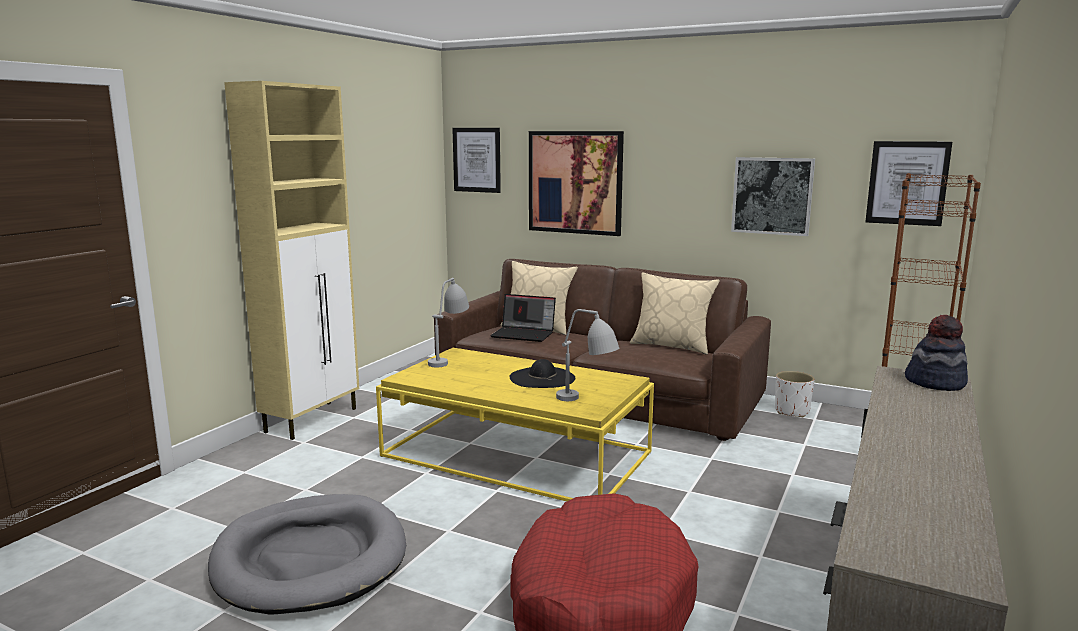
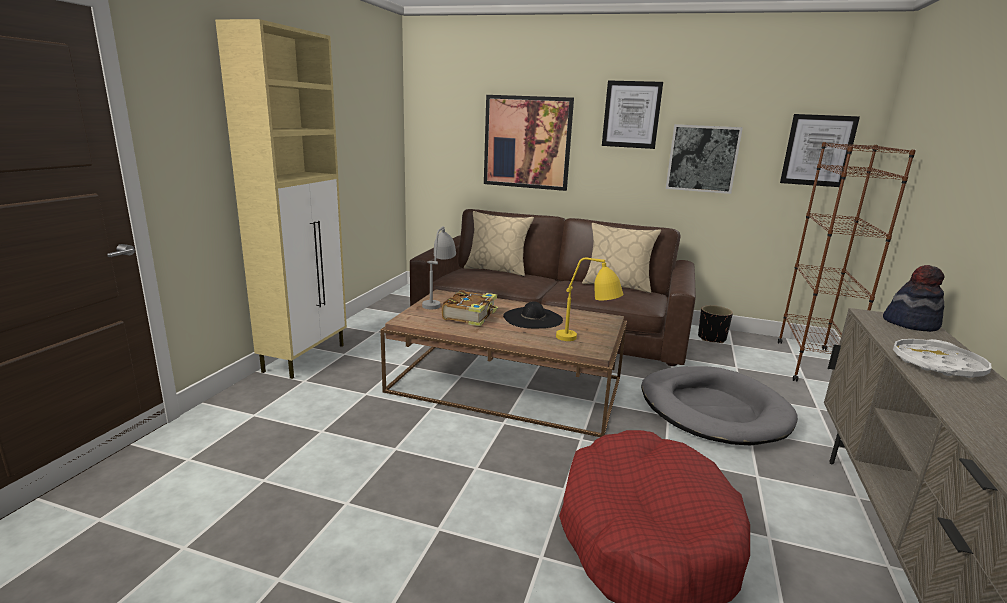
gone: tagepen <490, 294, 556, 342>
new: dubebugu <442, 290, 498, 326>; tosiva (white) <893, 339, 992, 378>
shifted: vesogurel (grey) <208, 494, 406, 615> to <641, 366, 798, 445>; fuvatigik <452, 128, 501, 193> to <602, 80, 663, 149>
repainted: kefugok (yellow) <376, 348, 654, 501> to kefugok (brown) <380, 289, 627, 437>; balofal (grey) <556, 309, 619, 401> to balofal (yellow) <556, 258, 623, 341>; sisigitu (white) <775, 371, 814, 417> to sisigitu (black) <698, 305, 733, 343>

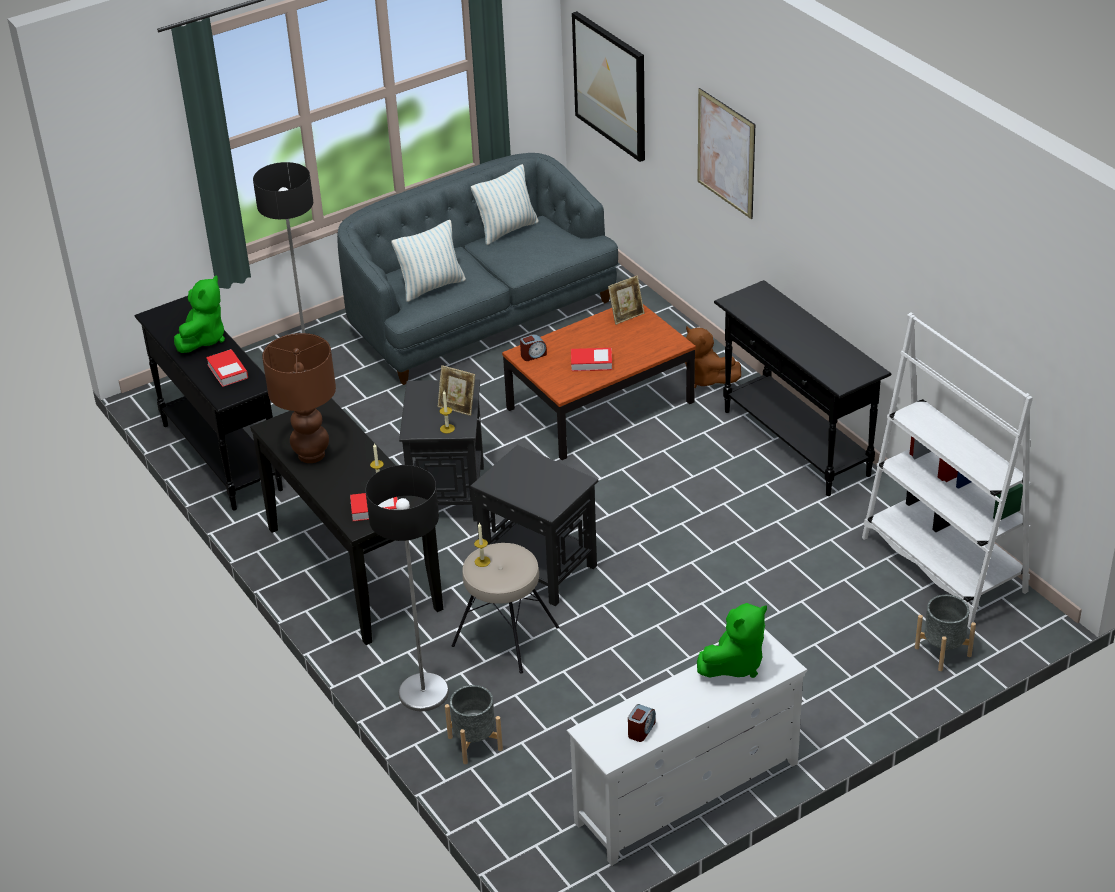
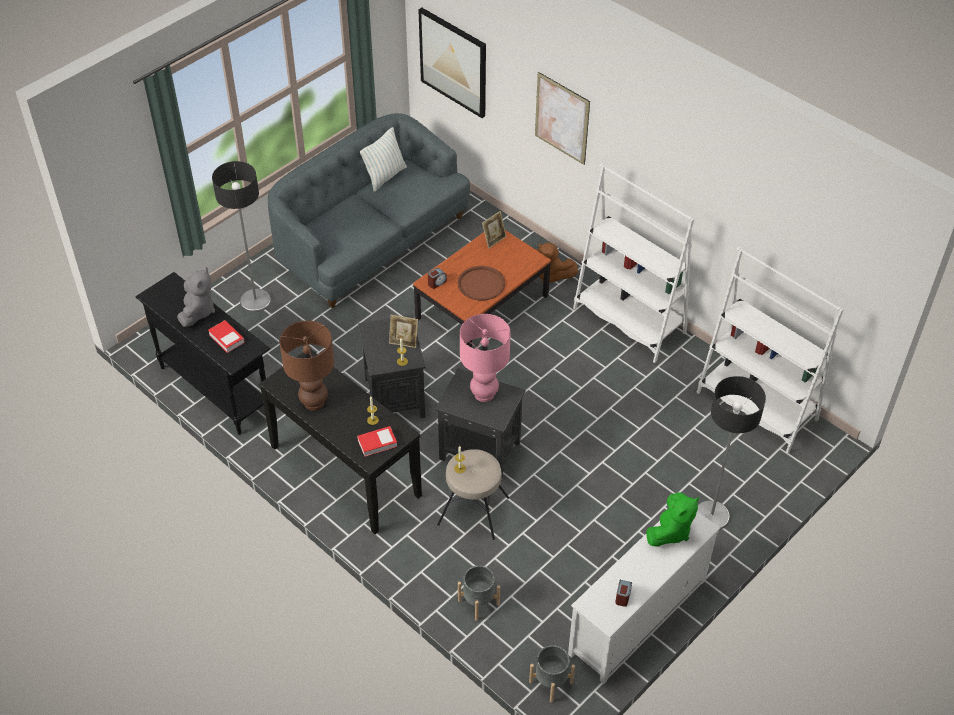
gone: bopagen <391, 220, 466, 302>
new: balofal (pink) <460, 314, 511, 402>
shifted: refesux <365, 465, 449, 711> to <697, 376, 766, 530>; sisigitu (grey) <915, 595, 976, 671> to <529, 645, 575, 703>
swapped: dubebugu <571, 348, 612, 371> to tosiva (brown) <457, 266, 505, 301>; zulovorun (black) <714, 280, 891, 496> to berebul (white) <573, 164, 695, 363>
repainted: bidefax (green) <174, 276, 225, 353> to bidefax (grey) <177, 267, 215, 327>

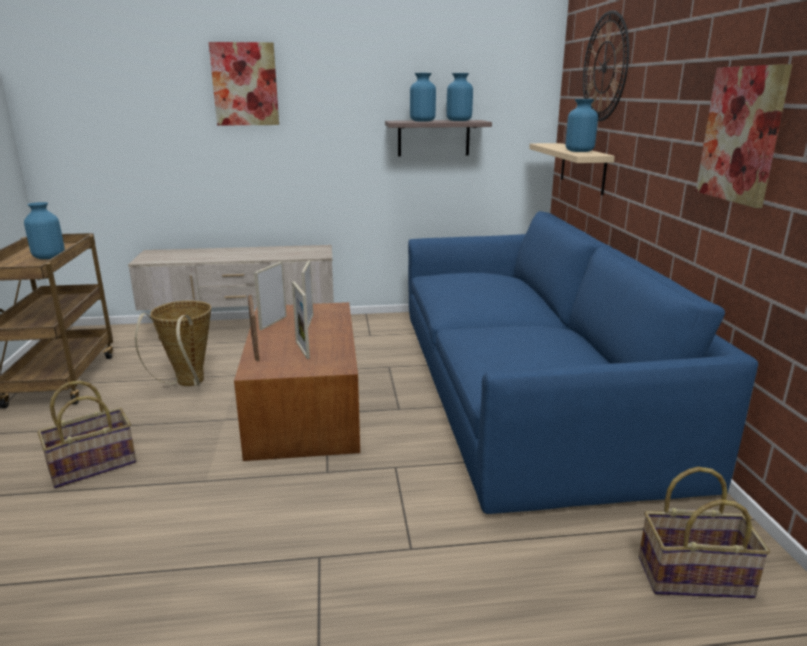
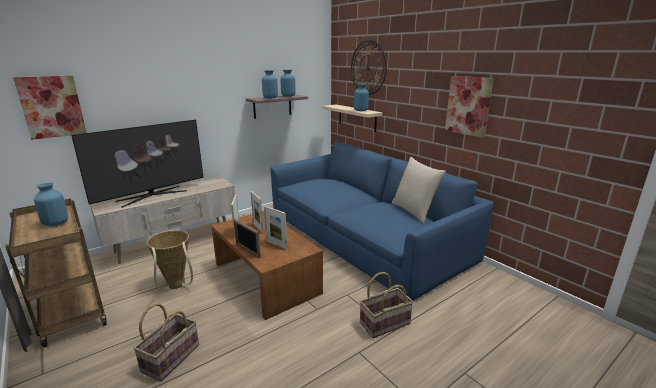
new: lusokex <71, 120, 203, 208>; bopagen (beige) <392, 157, 446, 223>
shifted: fuvatigik <209, 42, 279, 125> to <13, 75, 87, 140>; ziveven <639, 467, 770, 598> to <360, 272, 413, 338>

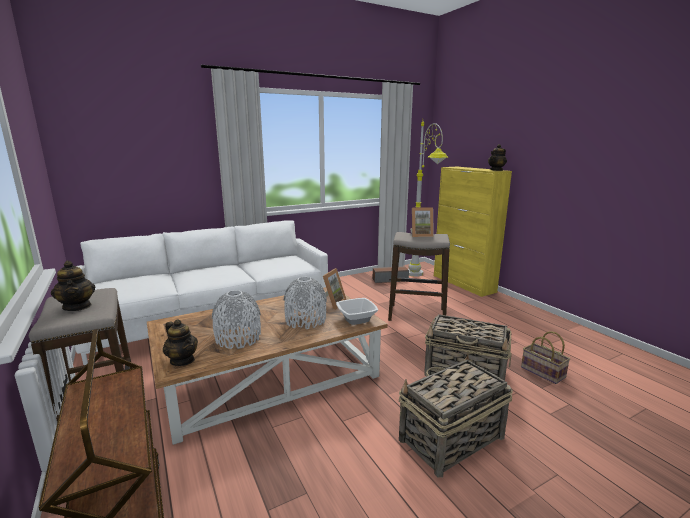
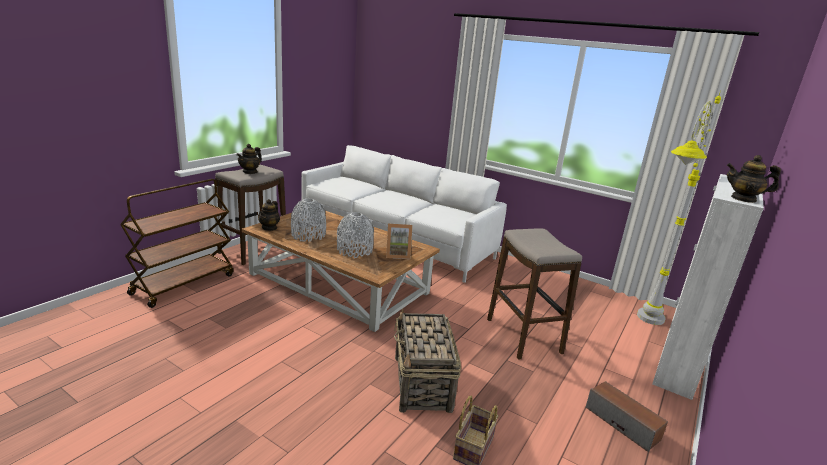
gone: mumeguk <336, 298, 378, 325>; ziveven <399, 354, 513, 478>; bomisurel <410, 207, 434, 237>
shifted: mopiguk <373, 266, 409, 283> to <586, 381, 668, 452>
repainted: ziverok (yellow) <434, 167, 512, 297> to ziverok (white) <652, 174, 764, 400>

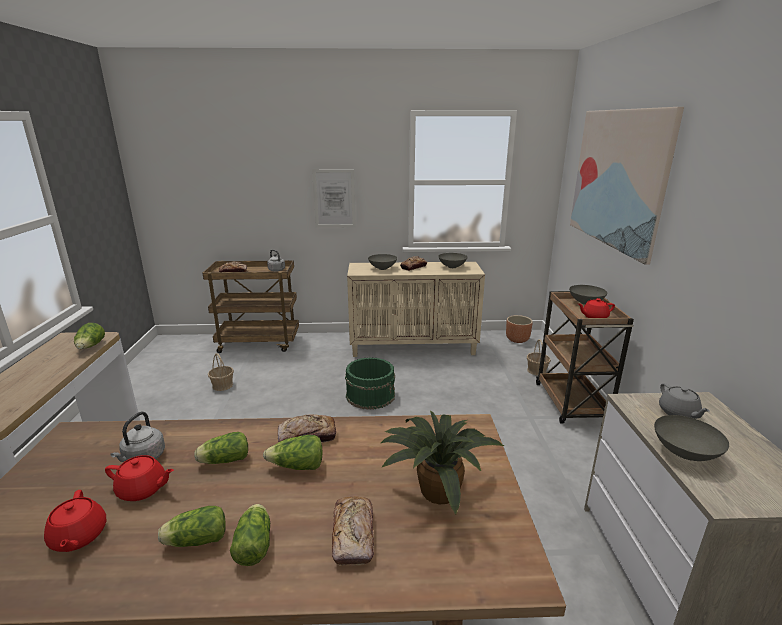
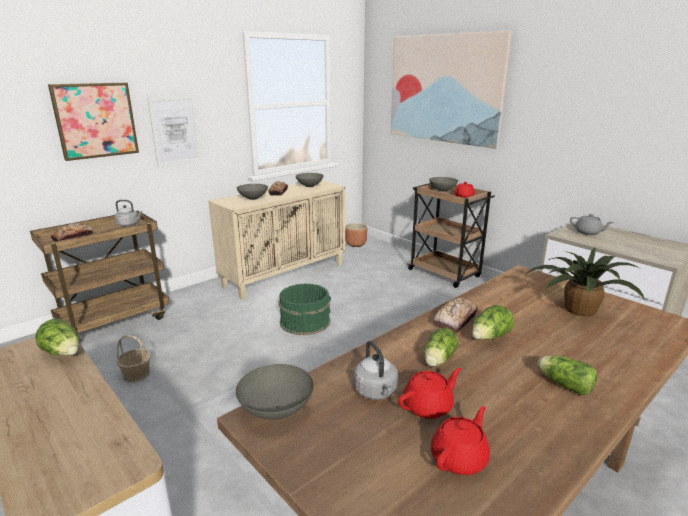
gone: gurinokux <158, 506, 226, 547>; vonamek <332, 497, 374, 566>; ziveven <527, 339, 551, 376>
new: fuvatigik <48, 83, 139, 161>
shifted: mumeguk (grey) <654, 415, 729, 461> to <236, 364, 314, 420>
rotated: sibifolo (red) <44, 490, 106, 552> = <431, 406, 490, 475> 75 degrees counterclockwise

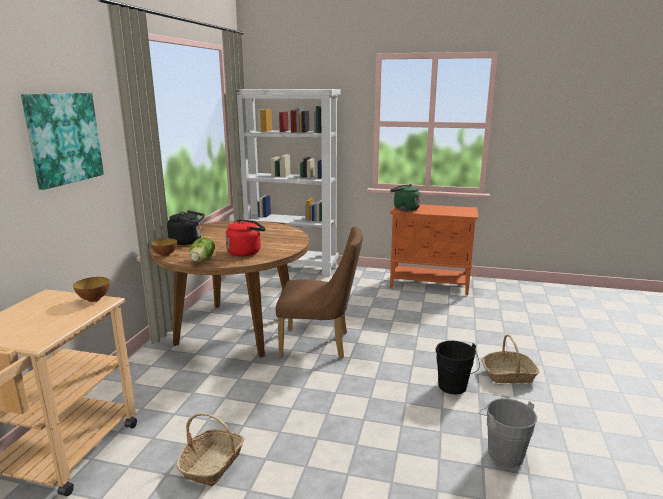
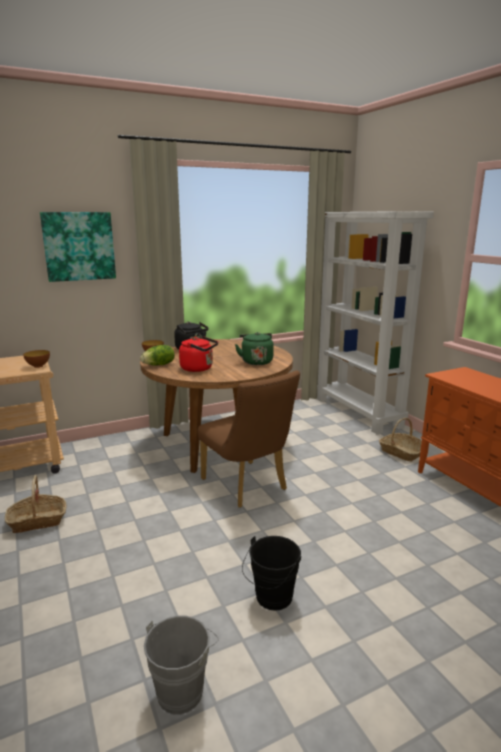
shifted: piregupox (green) <390, 184, 420, 211> to <235, 332, 274, 365>; ziveven <481, 334, 539, 383> to <379, 418, 422, 462>

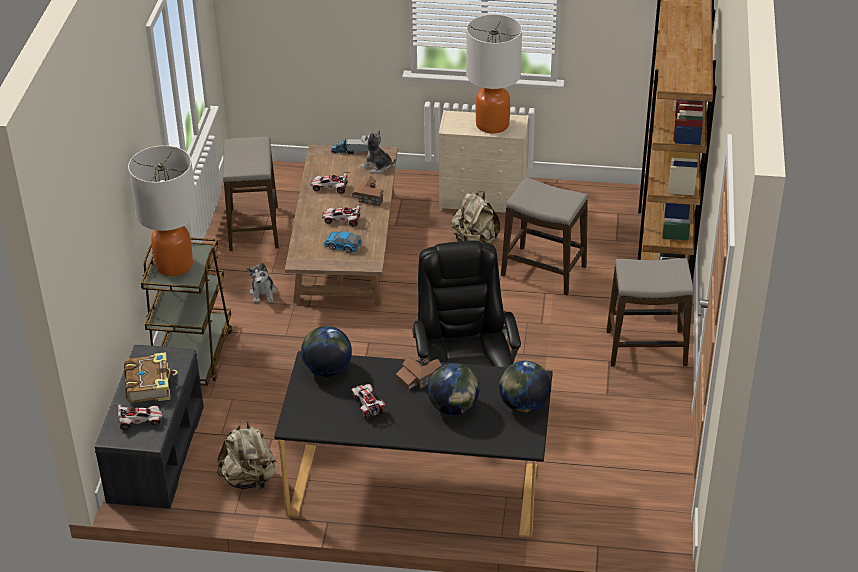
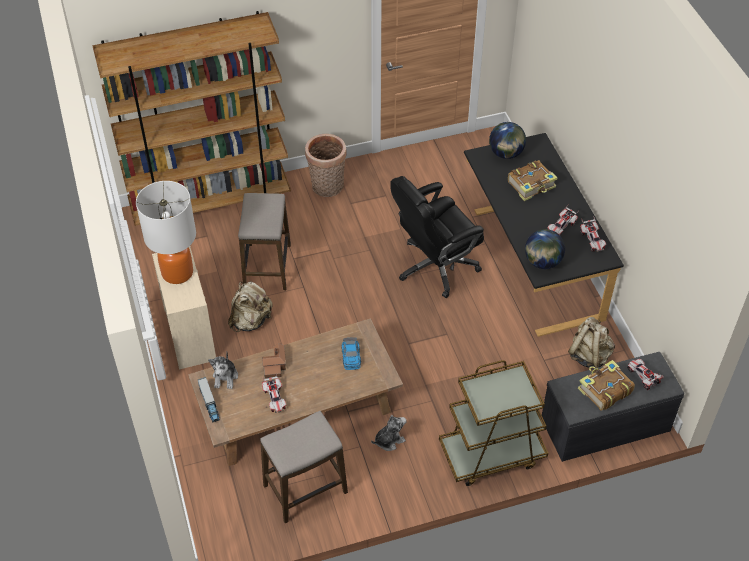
gone: balofal <128, 145, 198, 276>; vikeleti <396, 357, 442, 390>
shifted: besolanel <322, 204, 363, 227> to <580, 218, 606, 252>
swapped: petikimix <427, 363, 479, 415> to dubebugu <508, 160, 557, 201>; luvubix <606, 258, 693, 367> to ziveven <305, 134, 347, 197>

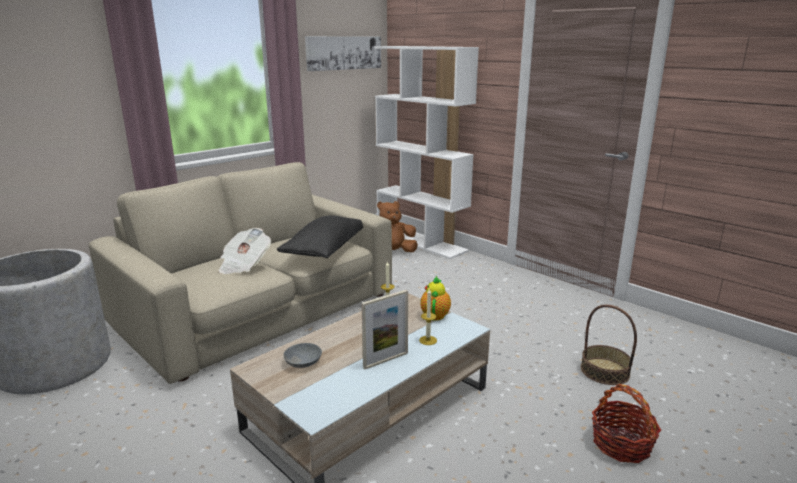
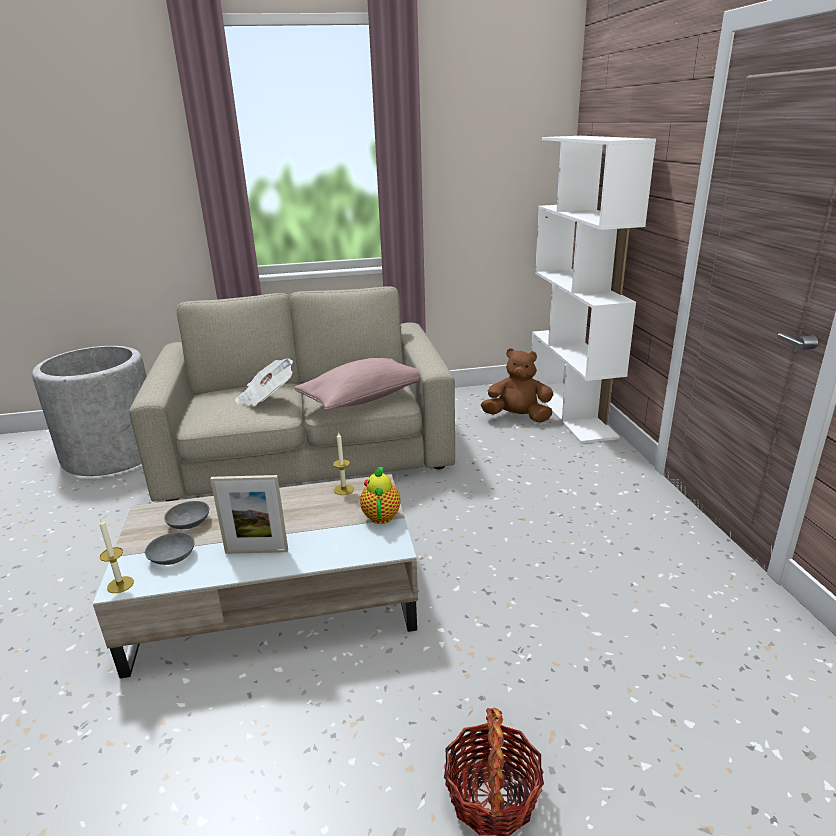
gone: fuvatigik <305, 36, 381, 71>; ziveven <581, 305, 637, 385>
new: mumeguk (grey) <145, 532, 195, 565>
shifted: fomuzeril <419, 289, 437, 345> to <99, 517, 134, 593>
repainted: bopagen (black) <277, 215, 363, 258> to bopagen (pink) <294, 358, 420, 410>
rotated: sibifolo <420, 276, 451, 321> = <360, 466, 401, 524> 45 degrees counterclockwise

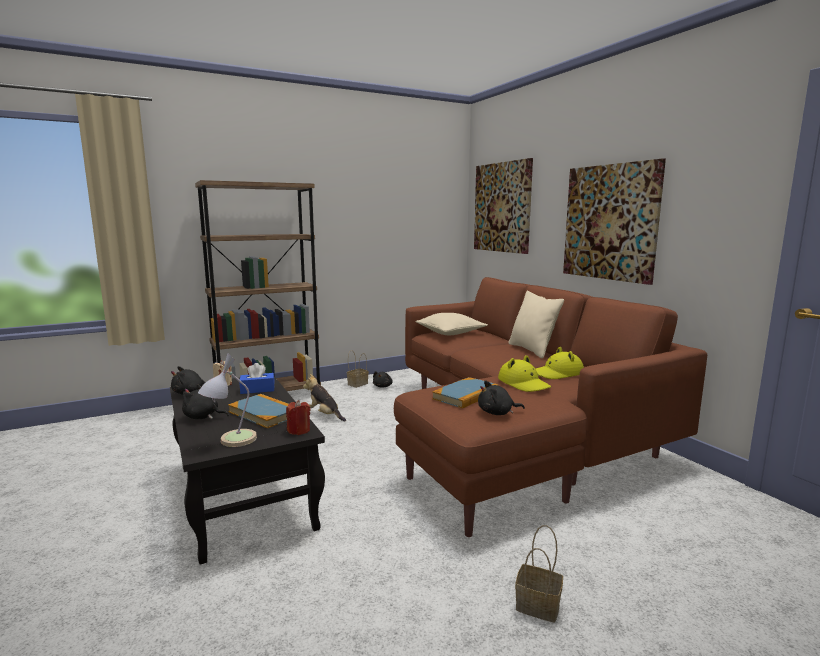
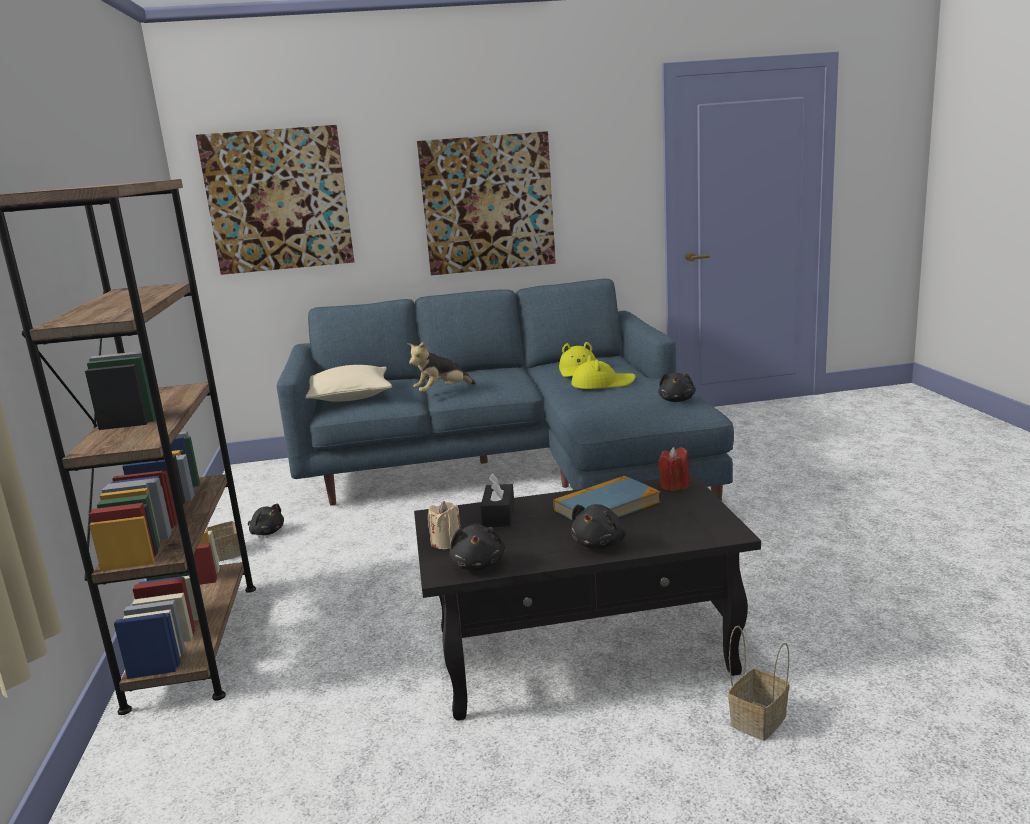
gone: balofal <198, 353, 257, 447>; dubebugu <432, 377, 499, 409>; bopagen (beige) <508, 291, 564, 358>
shifted: bidefax <303, 374, 346, 422> to <407, 342, 476, 392>; ziveven <515, 525, 563, 622> to <728, 626, 789, 741>
repainted: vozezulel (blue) <239, 363, 275, 394> to vozezulel (black) <480, 474, 514, 527>; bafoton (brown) <394, 277, 707, 537> to bafoton (blue) <276, 279, 734, 505>

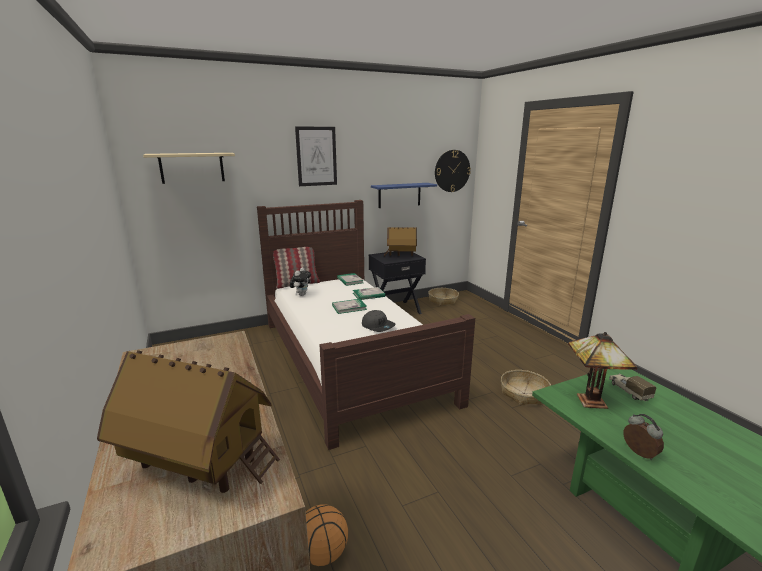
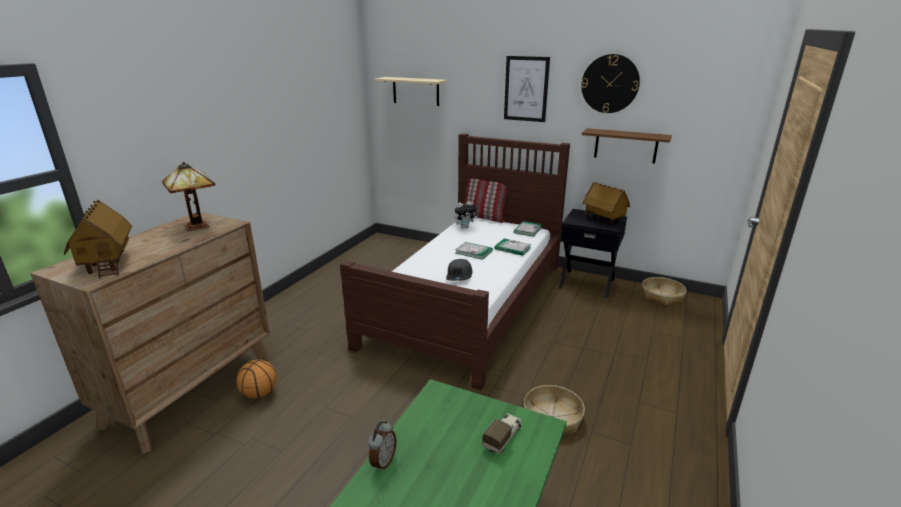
shifted: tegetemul <435, 150, 471, 192> to <581, 54, 640, 113>; balofal <568, 332, 638, 409> to <162, 162, 215, 231>
repainted: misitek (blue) <371, 183, 437, 208> to misitek (brown) <582, 128, 672, 163>

